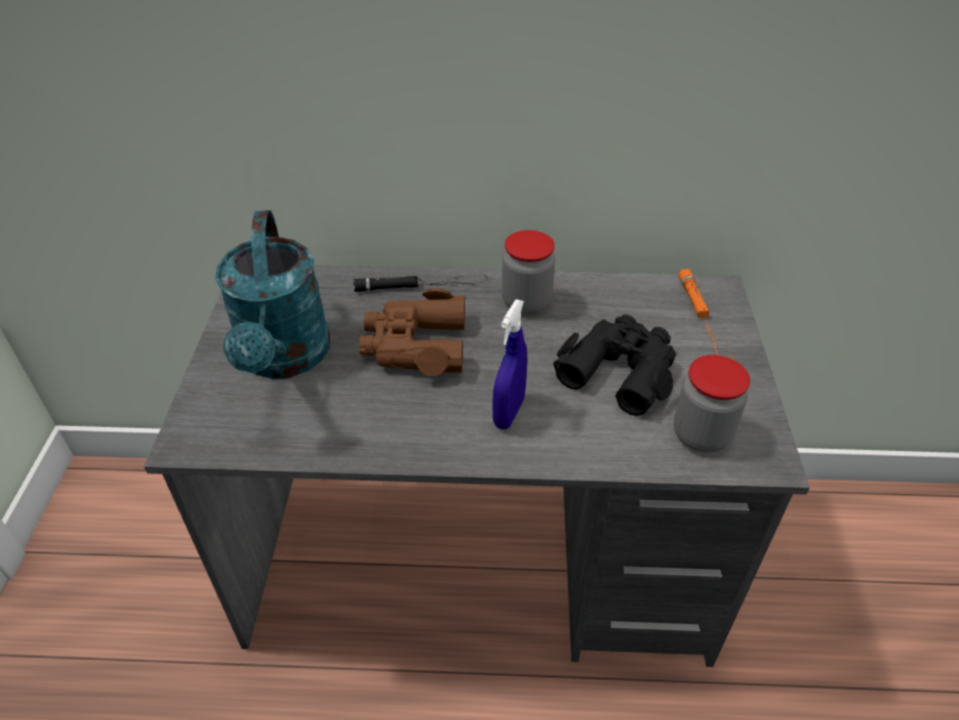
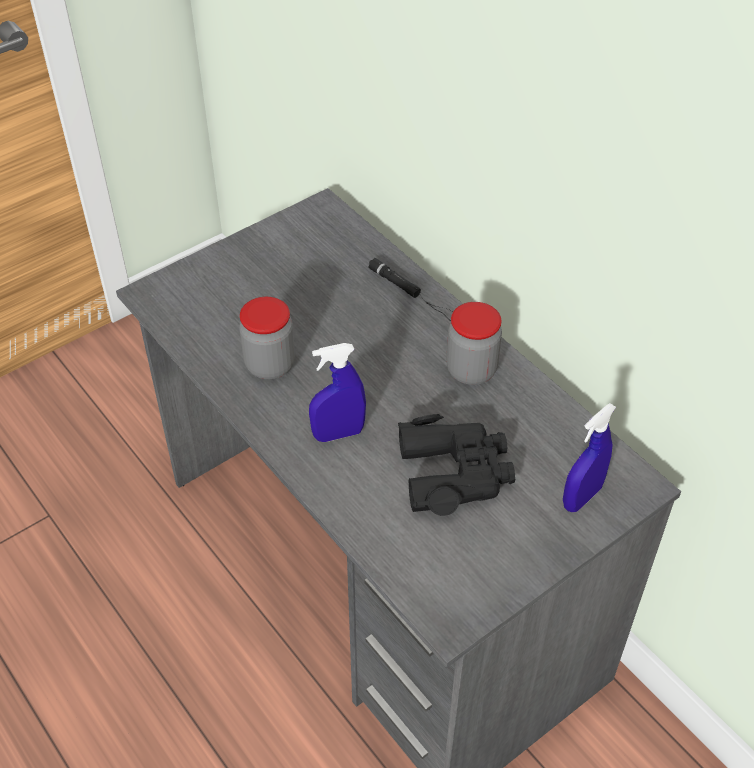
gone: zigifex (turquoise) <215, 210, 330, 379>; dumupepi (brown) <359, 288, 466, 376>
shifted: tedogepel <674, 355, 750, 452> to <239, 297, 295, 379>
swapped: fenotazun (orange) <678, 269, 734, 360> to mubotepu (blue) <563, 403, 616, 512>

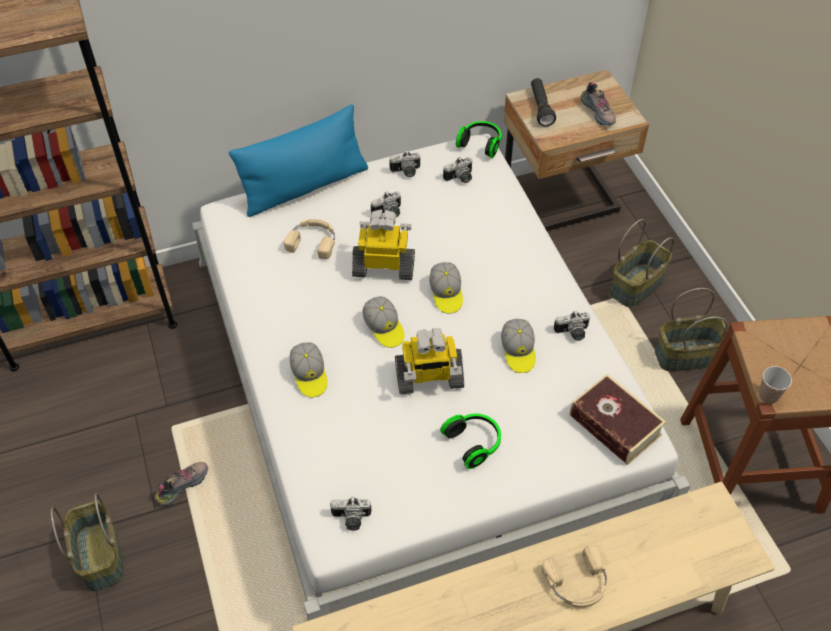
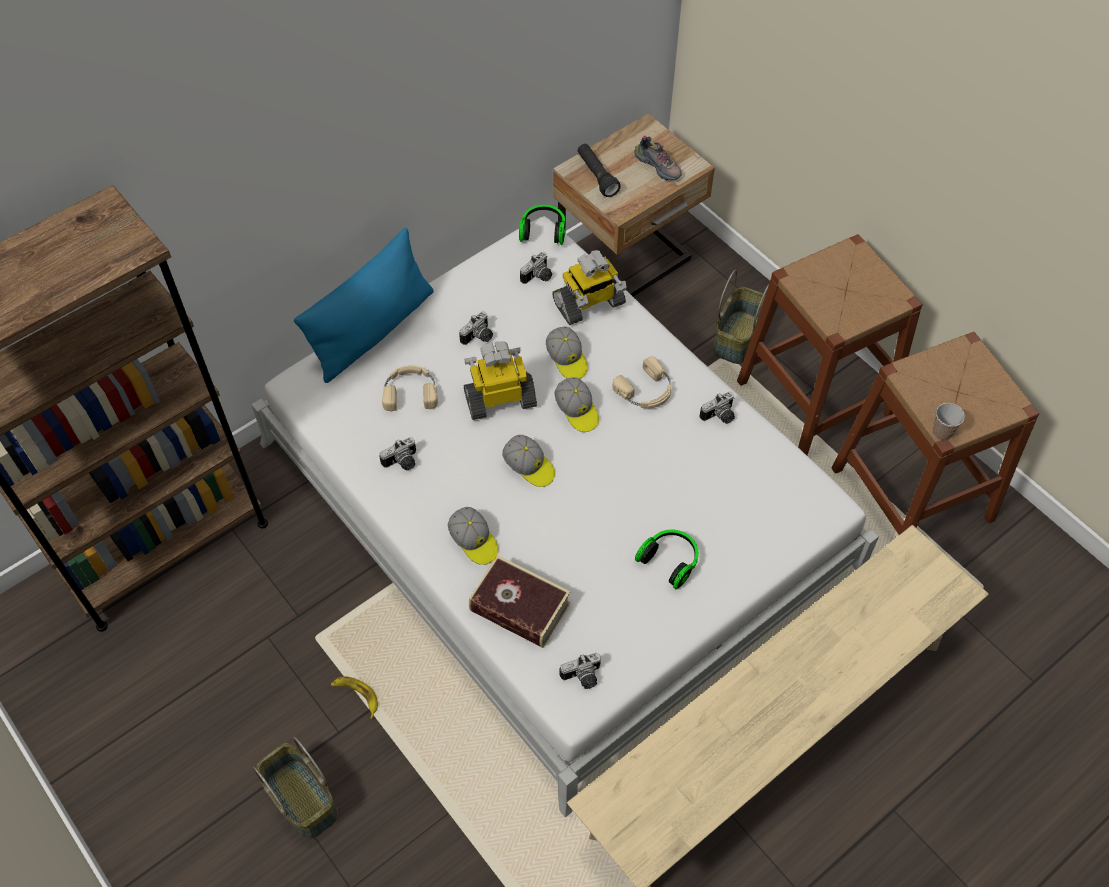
shifted: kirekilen <389, 150, 420, 177> to <379, 437, 416, 470>; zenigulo <395, 328, 464, 394> to <552, 250, 627, 325>; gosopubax <501, 319, 536, 373> to <546, 327, 588, 379>; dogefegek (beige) <541, 546, 607, 608> to <612, 356, 671, 408>; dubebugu <570, 374, 666, 465> to <469, 555, 570, 648>
swapped: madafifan <155, 462, 208, 506> to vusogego <331, 676, 378, 719>; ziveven <655, 288, 728, 372> to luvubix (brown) <737, 234, 923, 455>

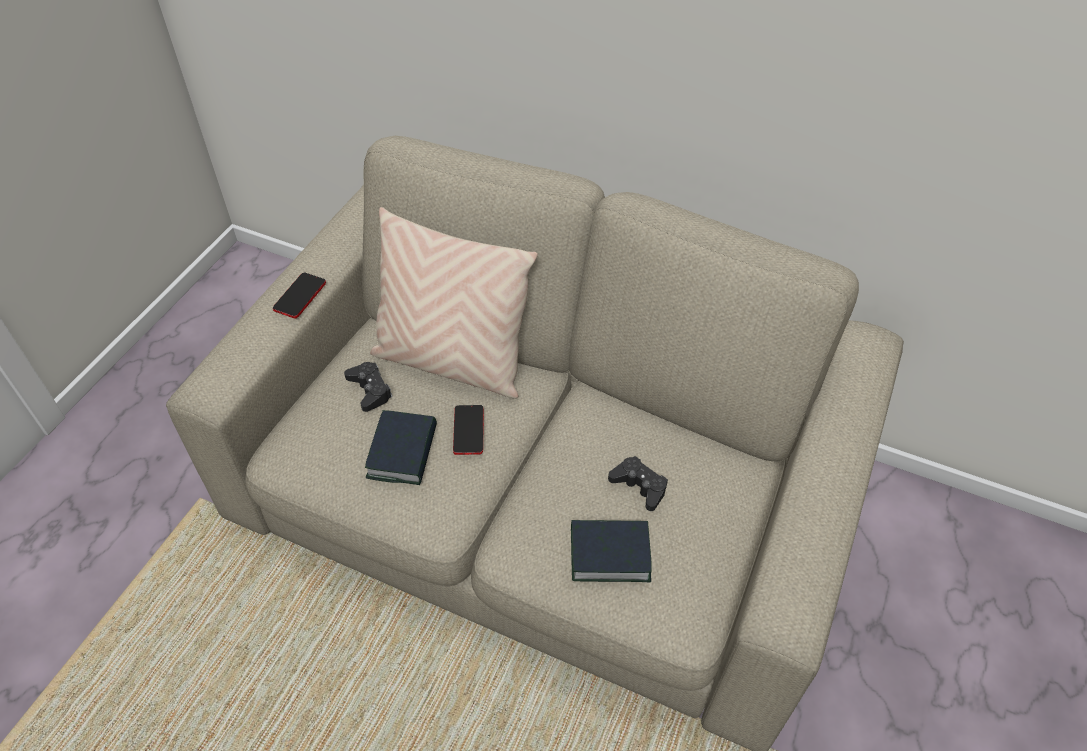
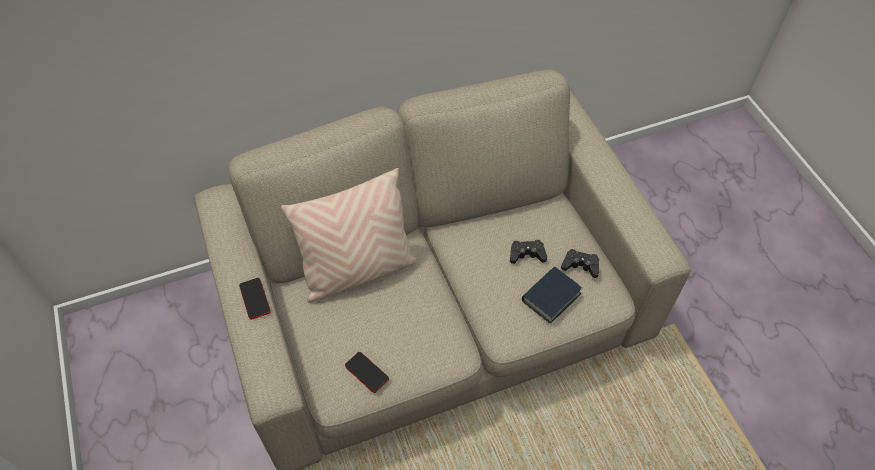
gone: dubebugu <365, 410, 437, 485>
shifted: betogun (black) <344, 362, 393, 412> to <561, 249, 599, 278>; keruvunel <453, 405, 484, 455> to <345, 352, 389, 393>

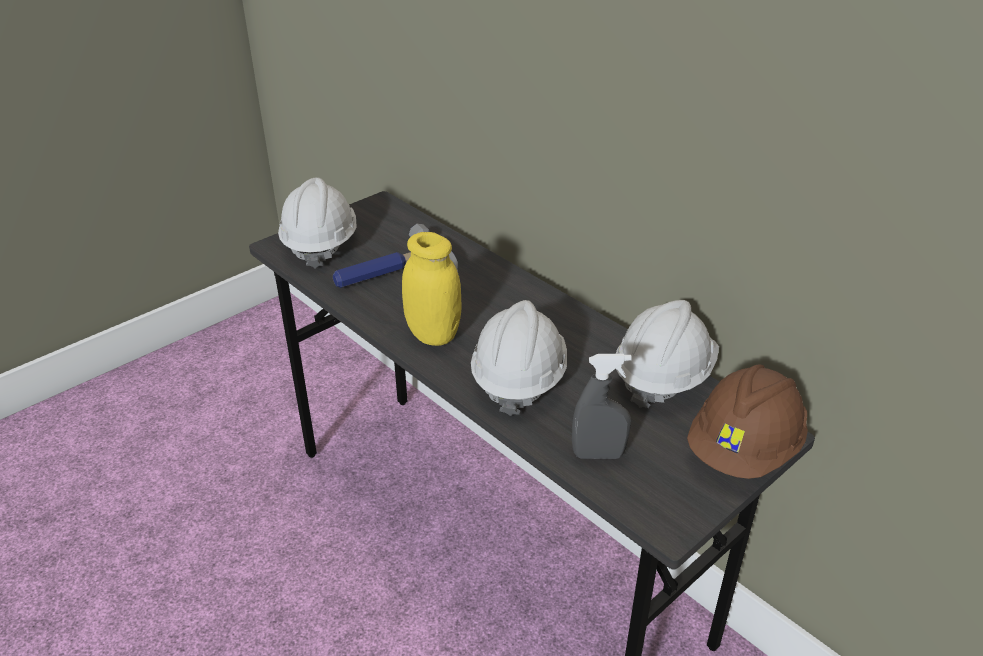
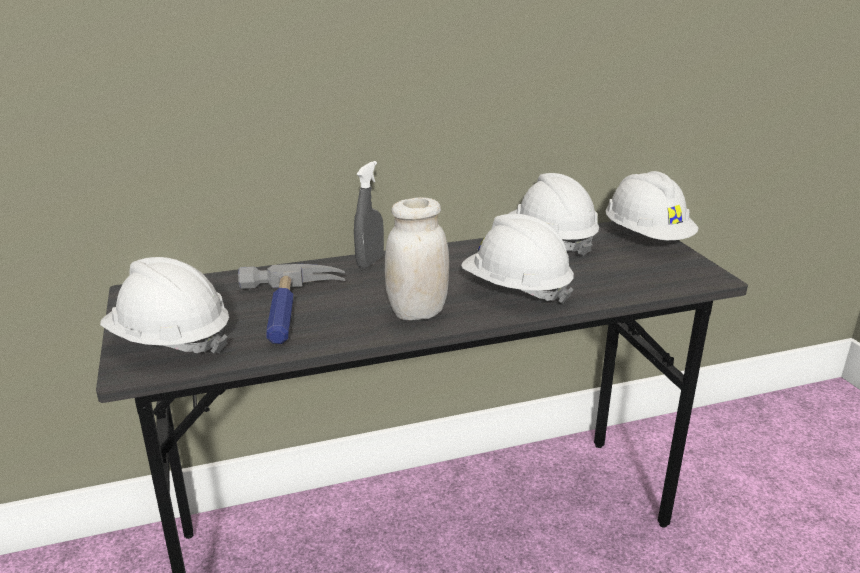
shifted: mubotepu (grey) <572, 354, 632, 459> to <354, 161, 384, 268>
repainted: tedogepel (yellow) <402, 232, 461, 346> to tedogepel (white) <385, 197, 449, 320>; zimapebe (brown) <687, 365, 808, 479> to zimapebe (white) <606, 171, 698, 240>

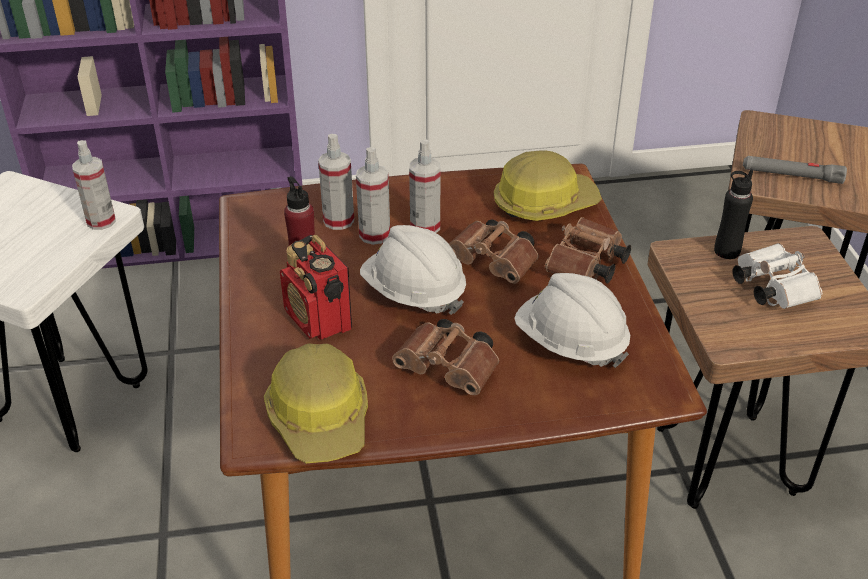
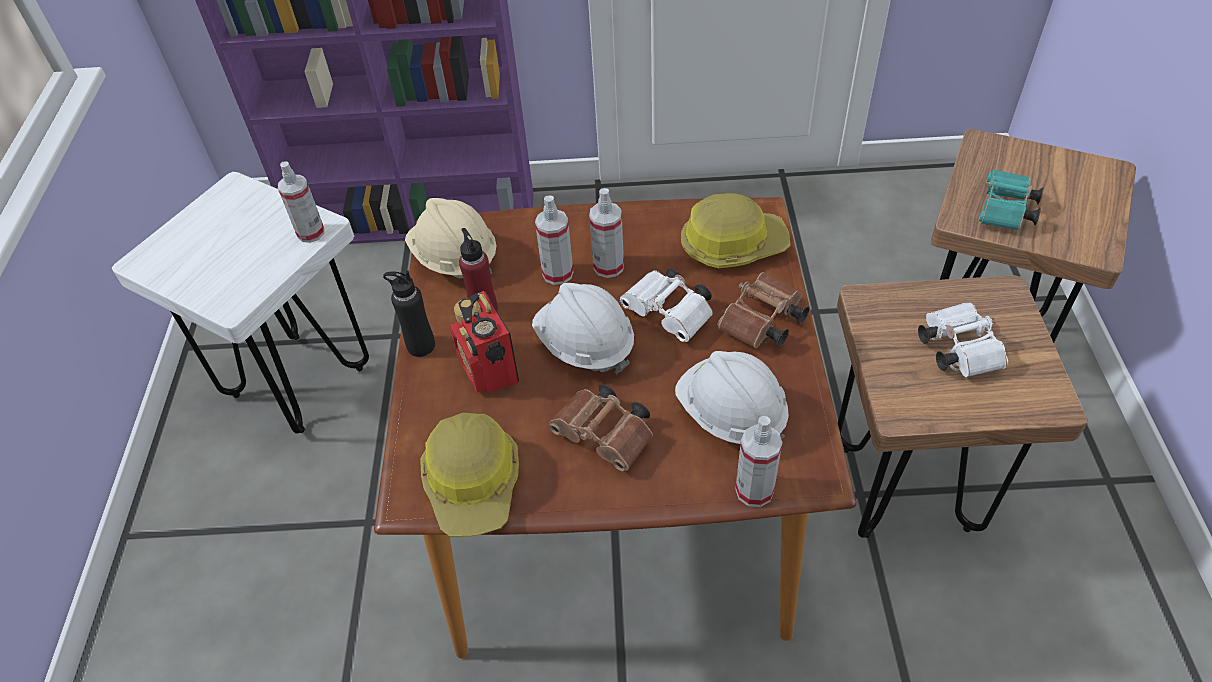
new: zimapebe (beige) <405, 198, 497, 278>
shifted: mubotepu <318, 134, 354, 230> to <735, 416, 783, 507>; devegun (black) <714, 170, 753, 259> to <383, 271, 435, 357>
swapped: fenotazun (grey) <743, 156, 847, 184> to dumupepi (turquoise) <979, 169, 1043, 230>
repainted: dumupepi (brown) <449, 219, 539, 284> to dumupepi (white) <620, 268, 713, 342>

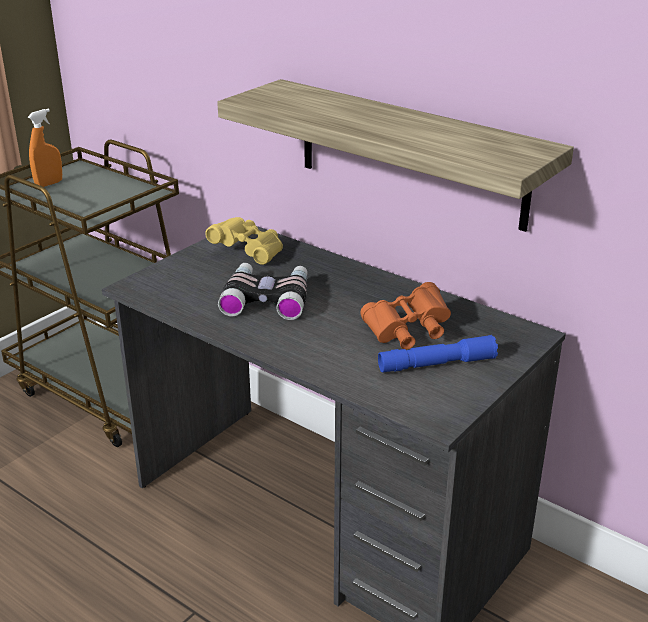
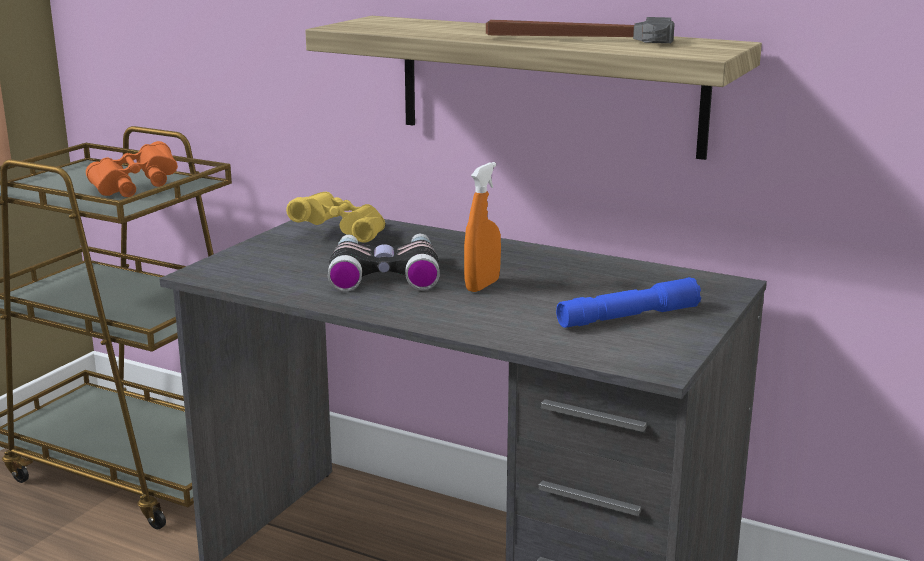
new: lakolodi <486, 17, 675, 43>
shifted: mubotepu (orange) <28, 109, 62, 187> to <464, 162, 501, 292>; dumupepi (orange) <360, 282, 451, 350> to <86, 141, 178, 197>

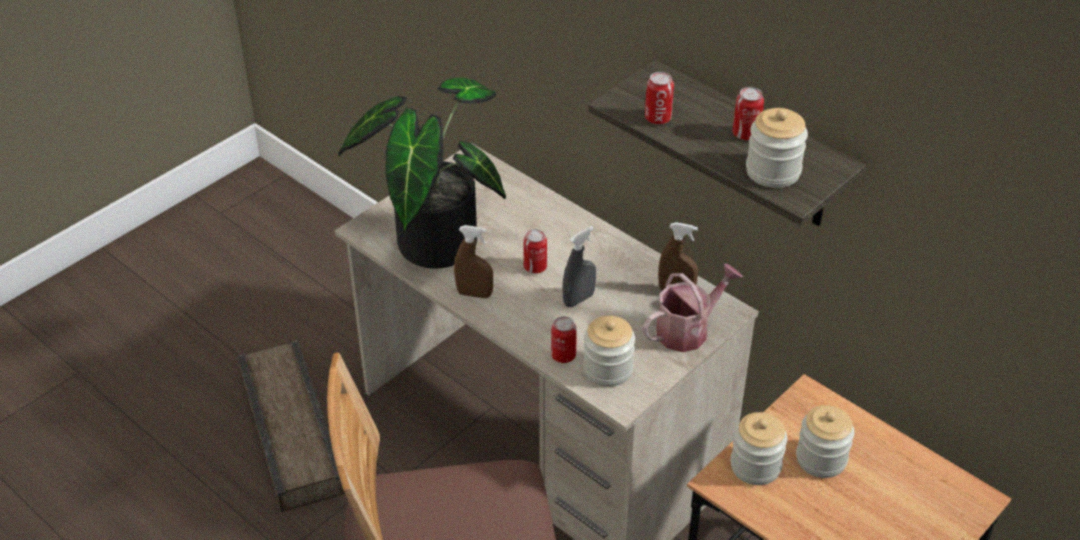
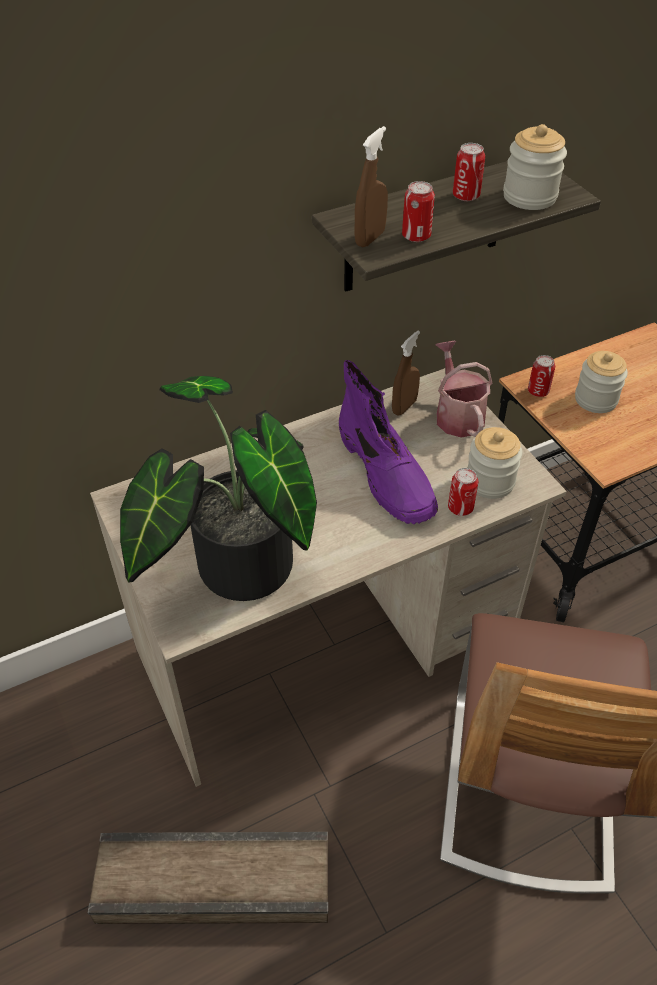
gone: tedogepel <730, 412, 787, 485>
shifted: mubotepu (brown) <454, 225, 493, 298> to <354, 126, 388, 247>; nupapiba <523, 229, 547, 274> to <528, 355, 555, 397>
swapped: mubotepu (grey) <562, 226, 596, 307> to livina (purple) <339, 360, 438, 524>

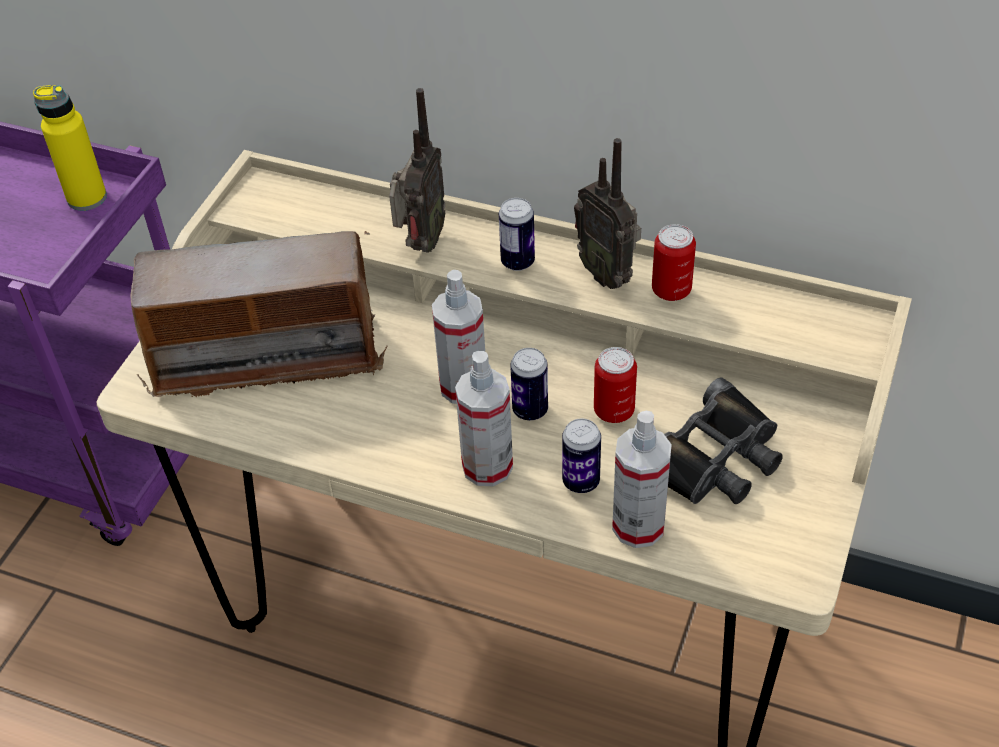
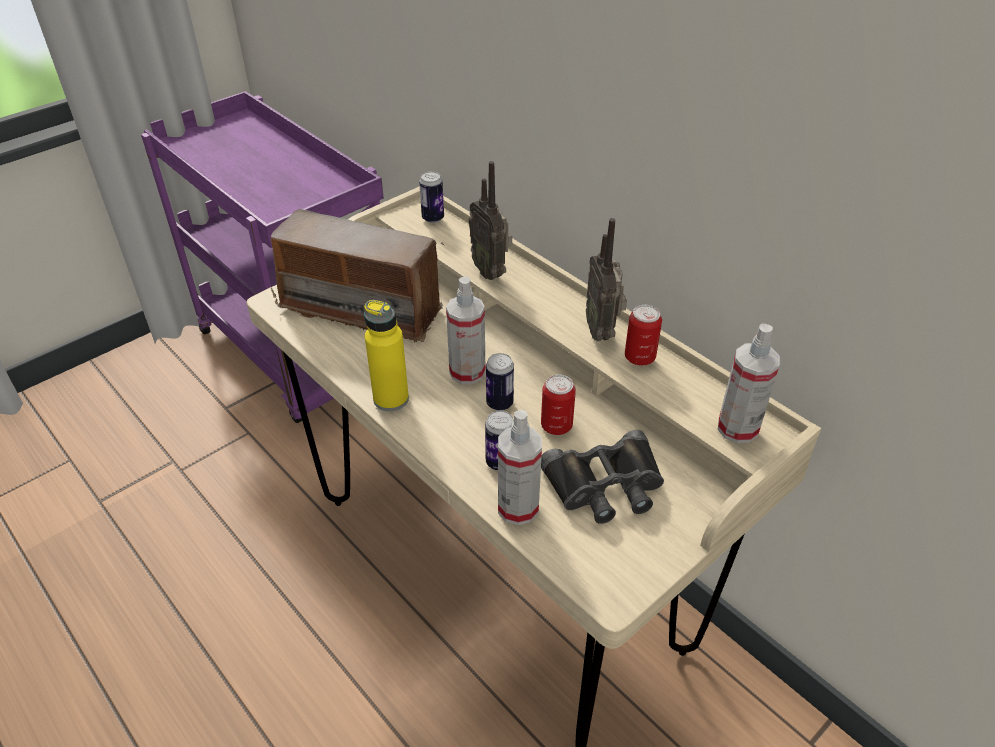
shifted: devegun (yellow) <33, 85, 107, 211> to <364, 300, 409, 411>; mubotepu <455, 351, 513, 486> to <718, 323, 780, 443>; nupapiba <499, 198, 535, 271> to <419, 171, 444, 223>
rotated: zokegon <389, 88, 445, 253> = <469, 161, 512, 280> 105 degrees clockwise

